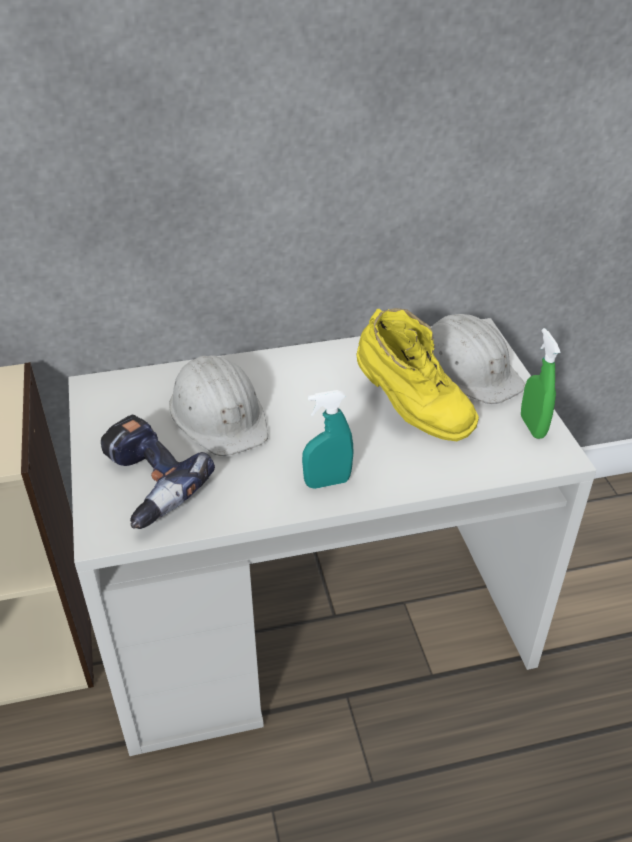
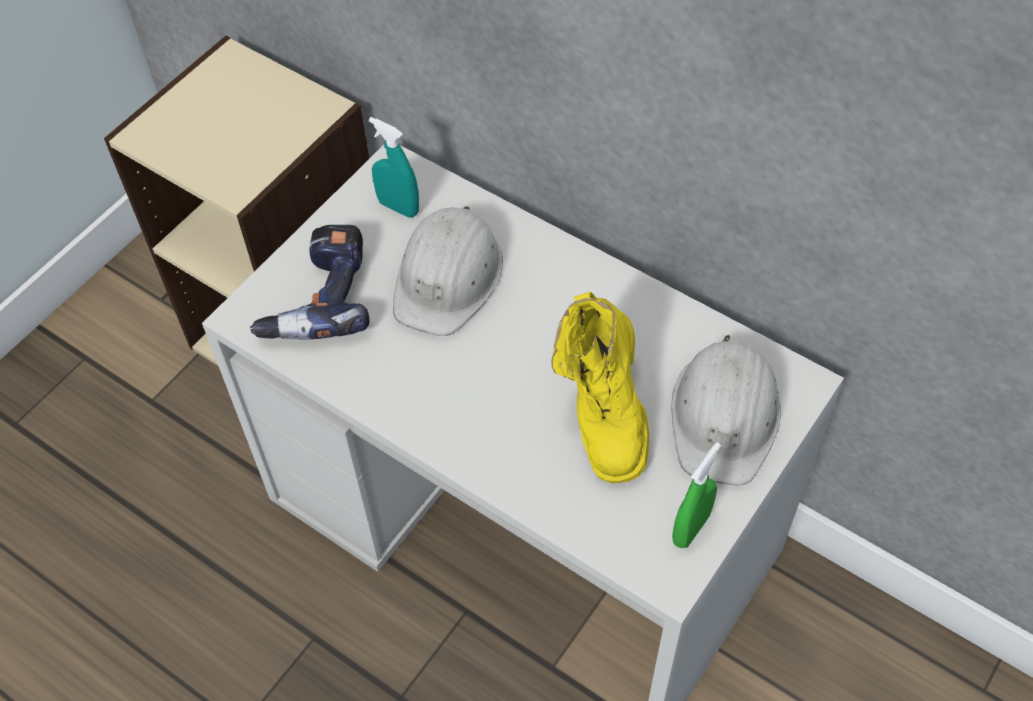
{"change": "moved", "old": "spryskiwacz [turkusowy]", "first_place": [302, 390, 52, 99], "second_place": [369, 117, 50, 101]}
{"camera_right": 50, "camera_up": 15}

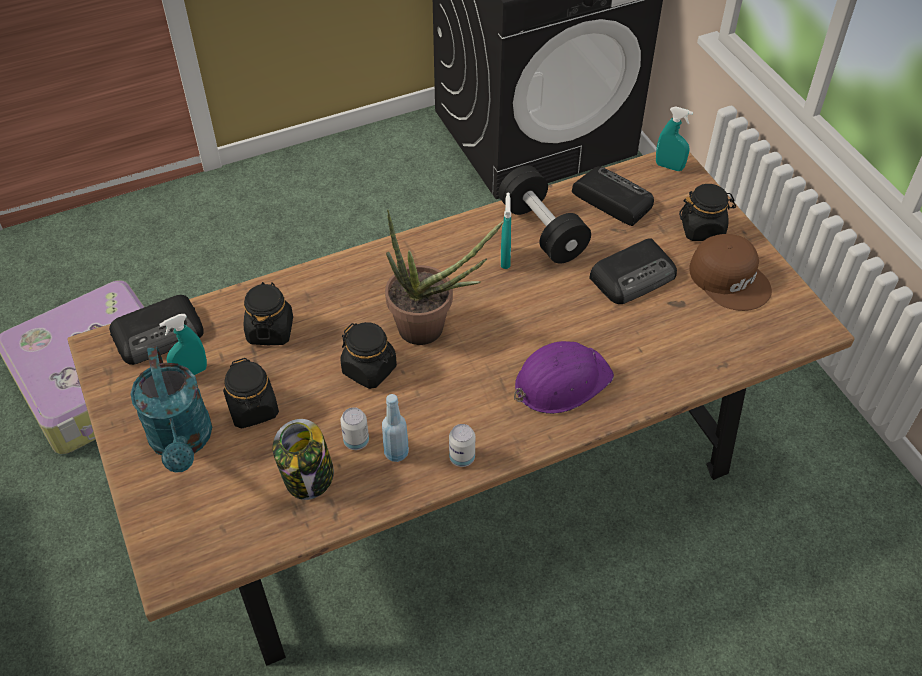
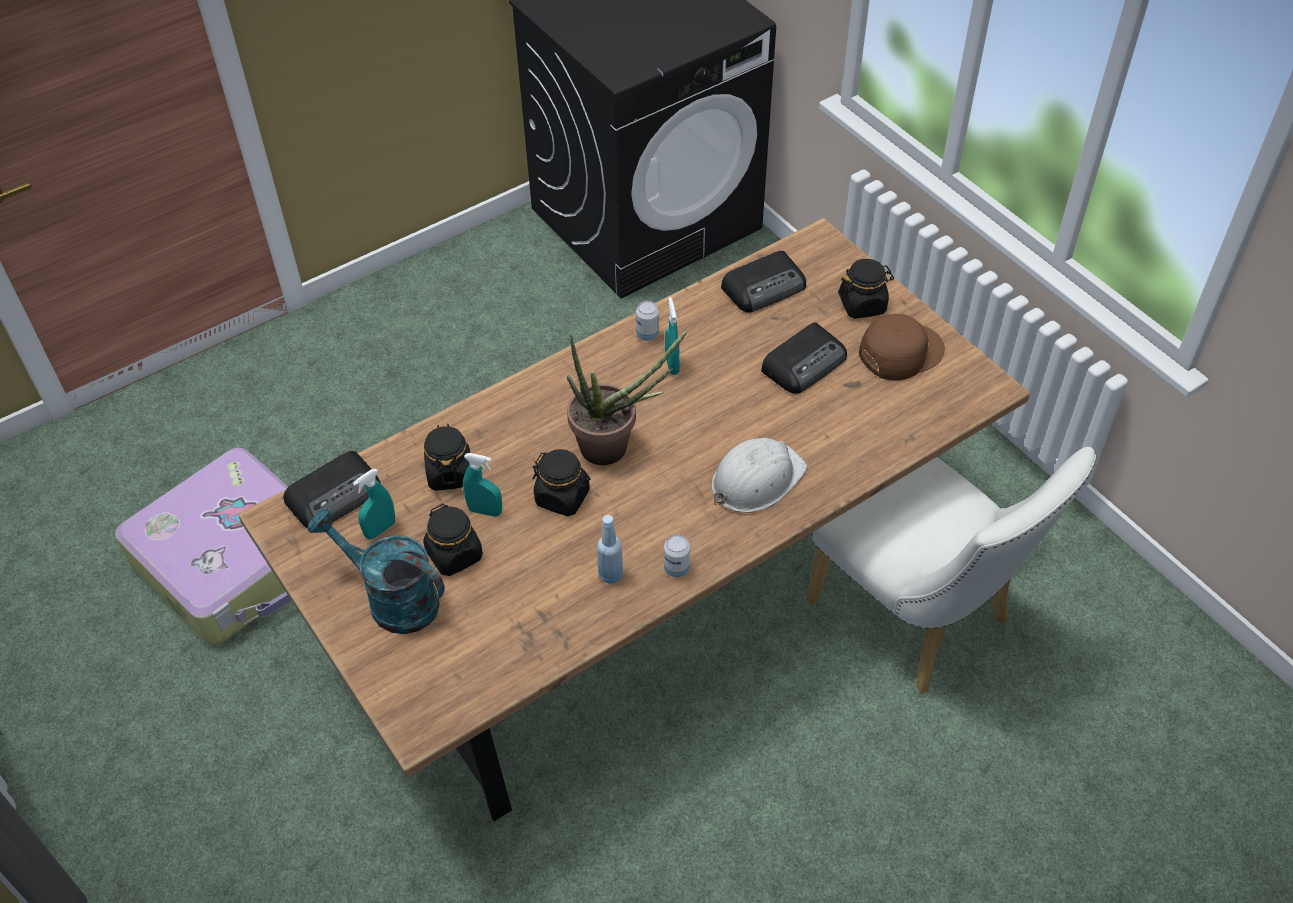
{"change": "turned", "old": "konewka [turkusowy]", "first_place": [131, 346, 81, 127], "second_place": [307, 508, 138, 126], "degrees": 150}
{"change": "removed", "old": "słoik", "first_place": [273, 419, 61, 81]}
{"change": "moved", "old": "puszka", "first_place": [340, 407, 29, 43], "second_place": [636, 301, 23, 40]}
{"change": "removed", "old": "hantel [czarny]", "first_place": [498, 165, 93, 99]}
{"change": "recoloured", "old": "kask [fioletowy]", "new": "kask [biały]", "first_place": [514, 341, 100, 73], "second_place": [712, 438, 95, 75]}
{"change": "turned", "old": "radio", "first_place": [572, 167, 82, 59], "second_place": [721, 251, 85, 62], "degrees": 120}
{"change": "moved", "old": "spryskiwacz [turkusowy]", "first_place": [656, 107, 37, 64], "second_place": [463, 453, 39, 64]}
{"change": "turned", "old": "czapka z daszkiem [brązowy]", "first_place": [689, 234, 83, 77], "second_place": [859, 314, 86, 67], "degrees": -75}
{"change": "added", "new": "krzesło [biały]", "second_place": [807, 447, 289, 247]}
{"camera_right": -10, "camera_up": 0}

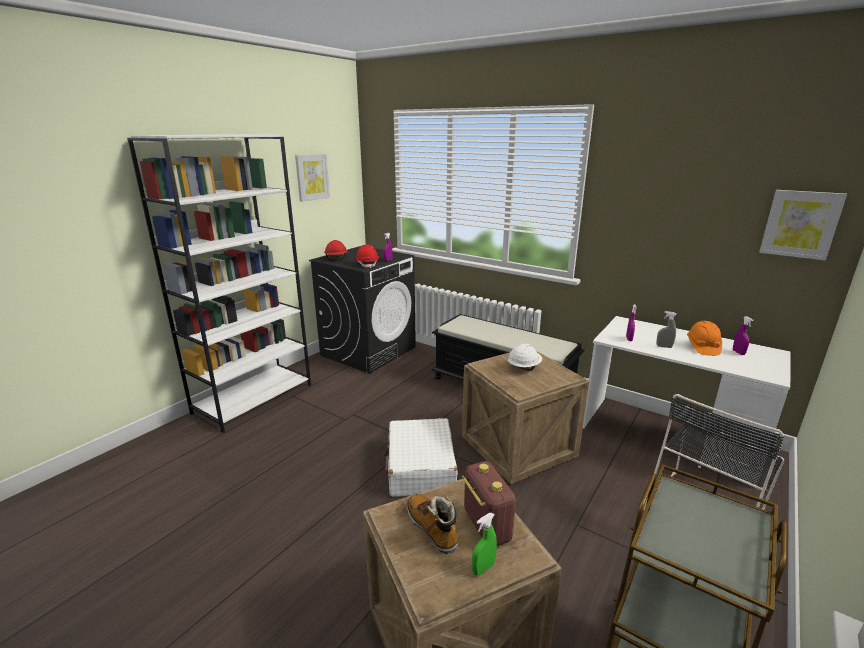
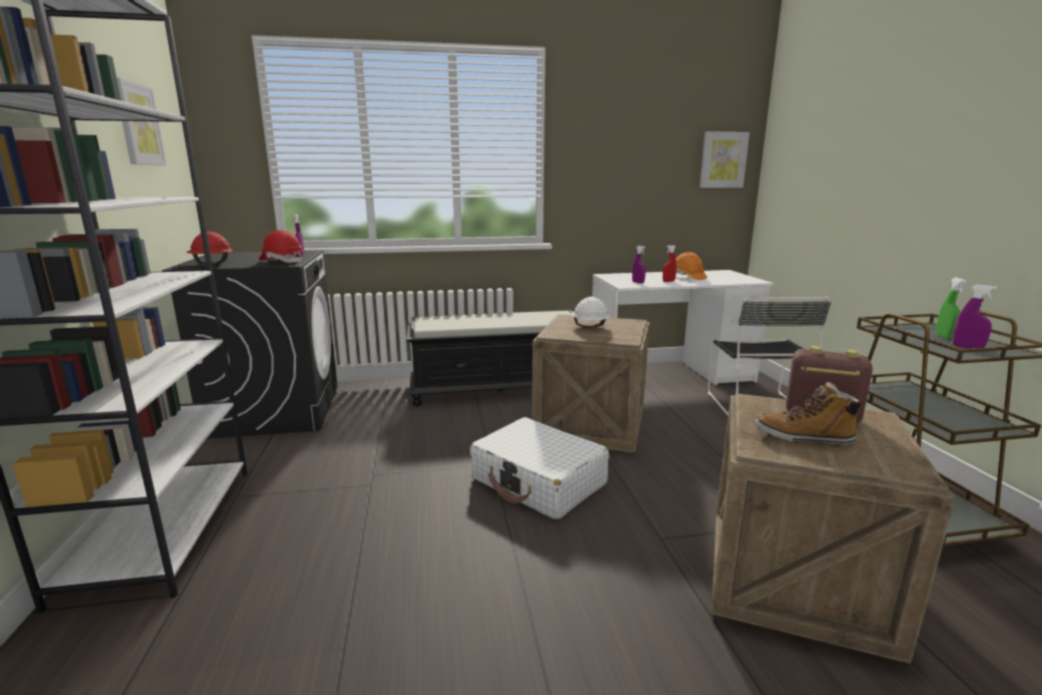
{"change": "moved", "old": "spryskiwacz [zielony]", "first_place": [472, 513, 25, 62], "second_place": [936, 278, 30, 61]}
{"change": "recoloured", "old": "spryskiwacz [szary]", "new": "spryskiwacz [czerwony]", "first_place": [656, 311, 21, 37], "second_place": [663, 245, 13, 37]}
{"change": "moved", "old": "spryskiwacz [fioletowy]", "first_place": [733, 316, 20, 39], "second_place": [952, 285, 45, 64]}
{"camera_right": -45, "camera_up": -5}

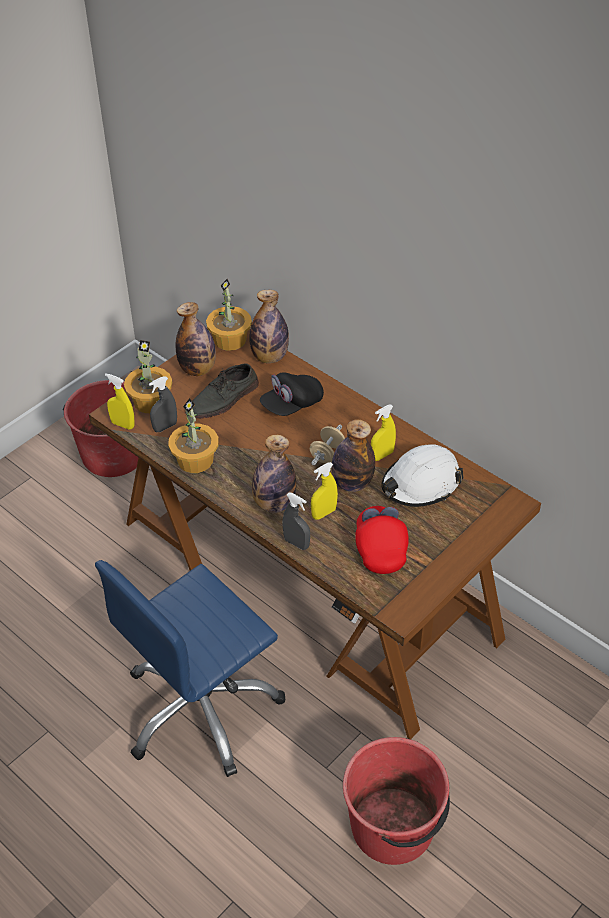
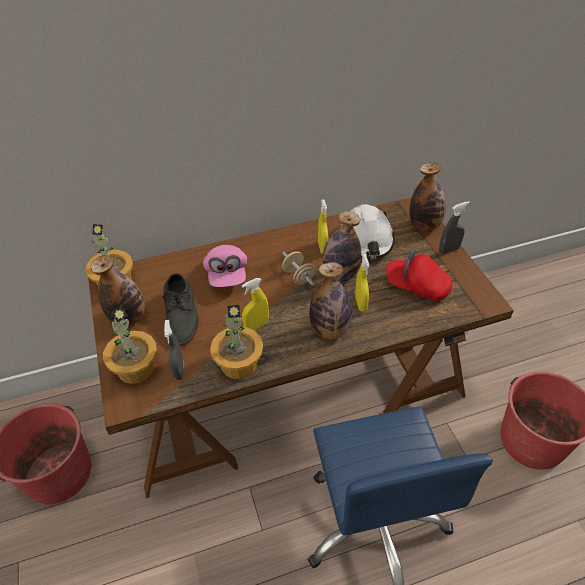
{"change": "moved", "old": "spryskiwacz [żółty]", "first_place": [105, 373, 30, 56], "second_place": [242, 278, 27, 53]}
{"change": "moved", "old": "butelka", "first_place": [249, 290, 40, 73], "second_place": [409, 163, 37, 68]}
{"change": "recoloured", "old": "czapka z daszkiem [czarny]", "new": "czapka z daszkiem [różowy]", "first_place": [260, 372, 64, 44], "second_place": [203, 245, 44, 42]}
{"change": "moved", "old": "spryskiwacz [szary]", "first_place": [282, 493, 28, 57], "second_place": [439, 201, 31, 53]}
{"camera_right": -60, "camera_up": 0}

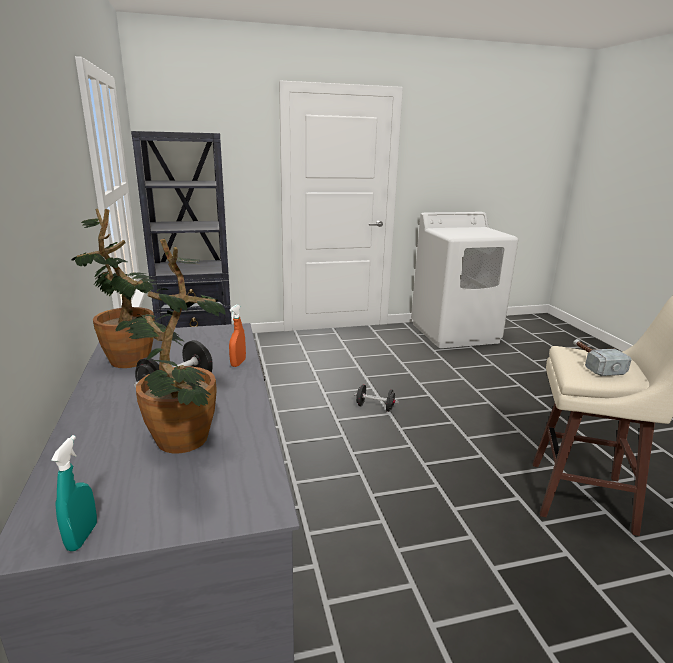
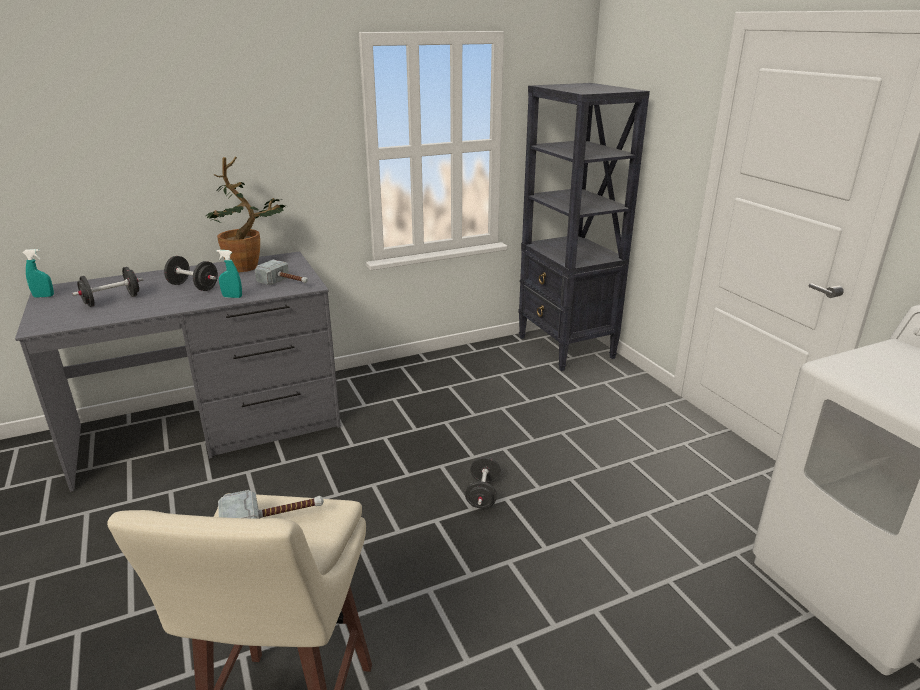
{"change": "replaced", "old": "roślina doniczkowa", "new": "hantel [czarny]", "first_place": [116, 238, 109, 215], "second_place": [72, 267, 71, 40]}
{"change": "recoloured", "old": "spryskiwacz [pomarańczowy]", "new": "spryskiwacz [turkusowy]", "first_place": [229, 304, 17, 63], "second_place": [216, 250, 26, 48]}
{"change": "added", "new": "młotek", "second_place": [255, 260, 53, 25]}
{"camera_right": 80, "camera_up": 5}

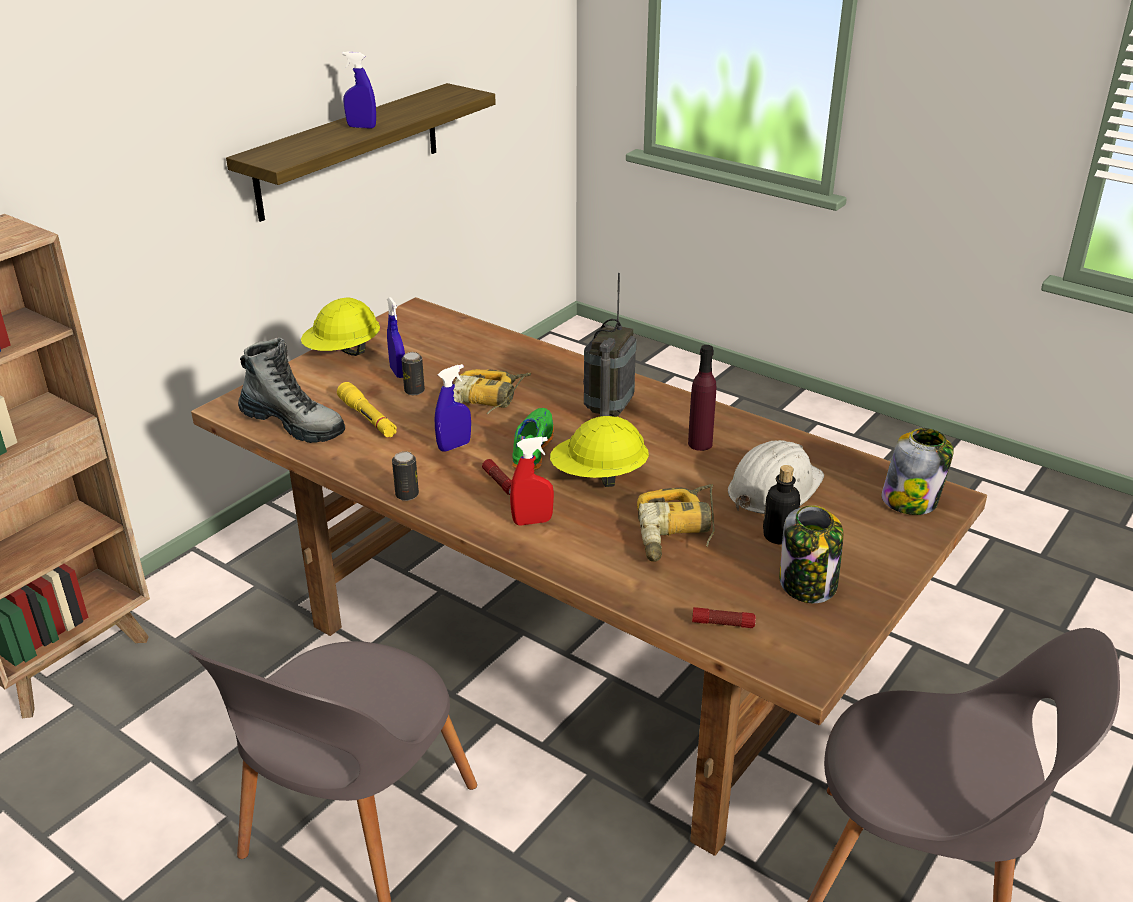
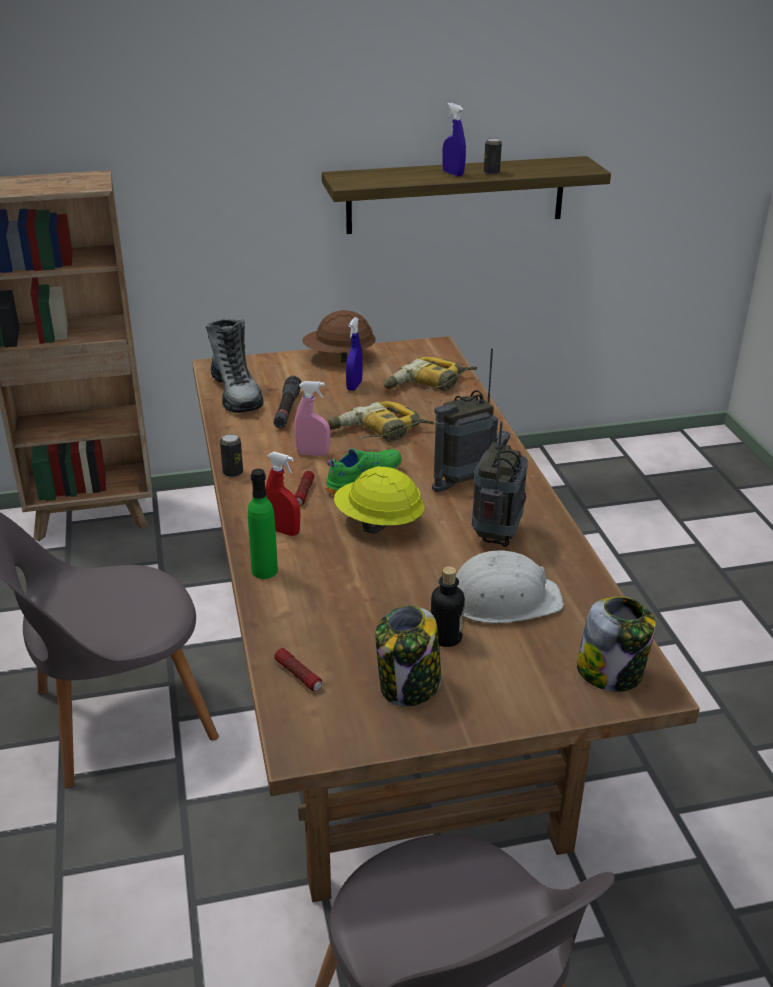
{"change": "recoloured", "old": "kask [żółty]", "new": "kask [brązowy]", "first_place": [301, 297, 79, 59], "second_place": [302, 310, 74, 53]}
{"change": "recoloured", "old": "latarka [żółty]", "new": "latarka [czarny]", "first_place": [337, 382, 60, 55], "second_place": [273, 376, 28, 53]}
{"change": "moved", "old": "puszka", "first_place": [402, 352, 23, 43], "second_place": [484, 138, 18, 37]}
{"change": "recoloured", "old": "spryskiwacz [niebieski]", "new": "spryskiwacz [różowy]", "first_place": [435, 364, 36, 88], "second_place": [294, 381, 36, 75]}
{"change": "moved", "old": "wiertarka", "first_place": [637, 484, 78, 78], "second_place": [384, 357, 93, 35]}
{"change": "replaced", "old": "butelka [fioletowy]", "new": "radio", "first_place": [688, 345, 28, 106], "second_place": [472, 421, 56, 126]}
{"change": "added", "new": "butelka [zielony]", "second_place": [248, 469, 30, 110]}
{"camera_right": 40, "camera_up": 0}

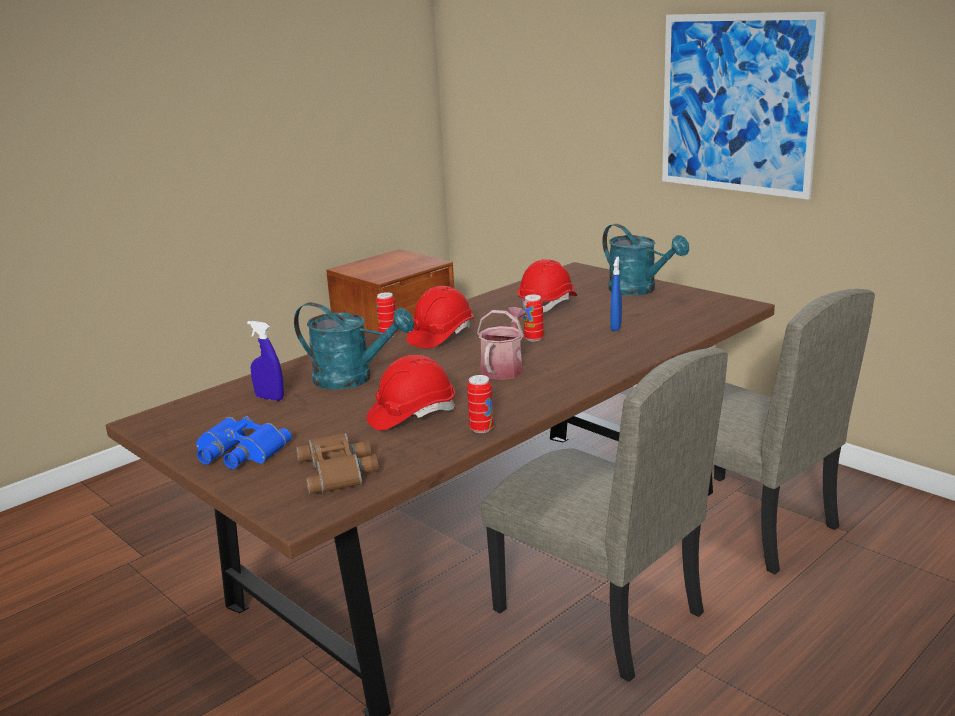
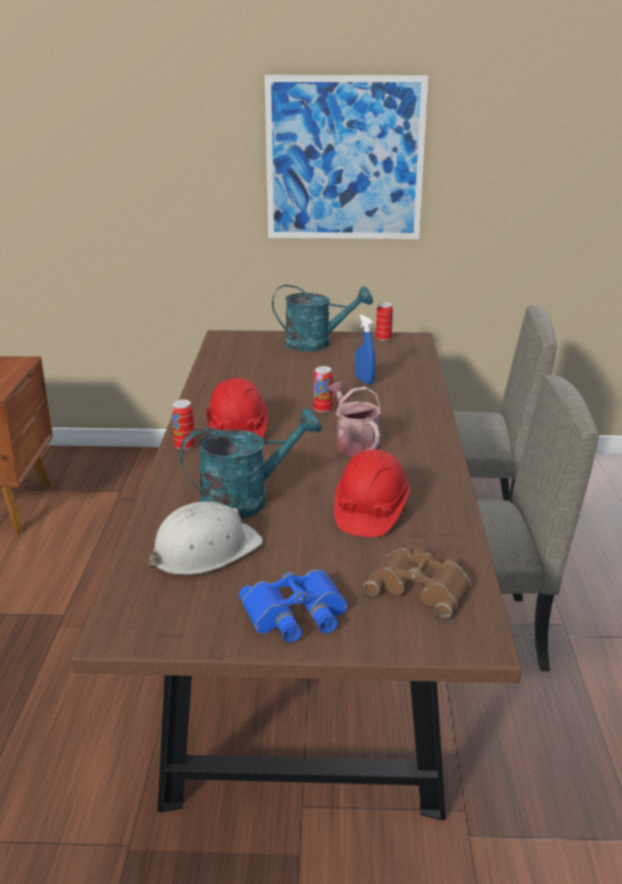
{"change": "replaced", "old": "spryskiwacz [niebieski]", "new": "kask [biały]", "first_place": [247, 321, 37, 80], "second_place": [148, 502, 115, 73]}
{"change": "moved", "old": "puszka", "first_place": [467, 375, 26, 58], "second_place": [376, 302, 17, 39]}
{"change": "removed", "old": "kask [czerwony]", "first_place": [518, 259, 59, 54]}
{"camera_right": -45, "camera_up": 5}

